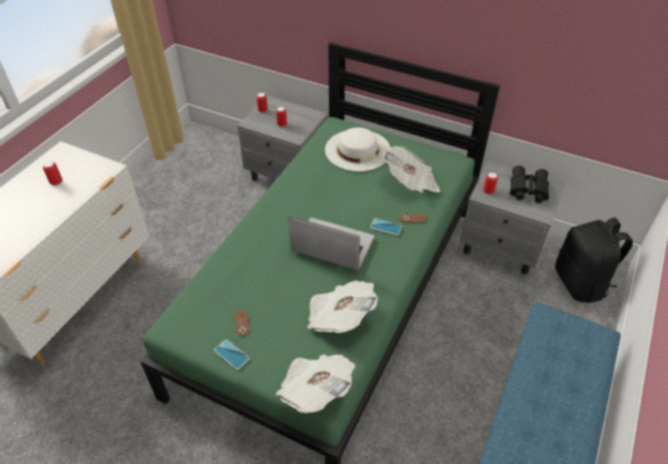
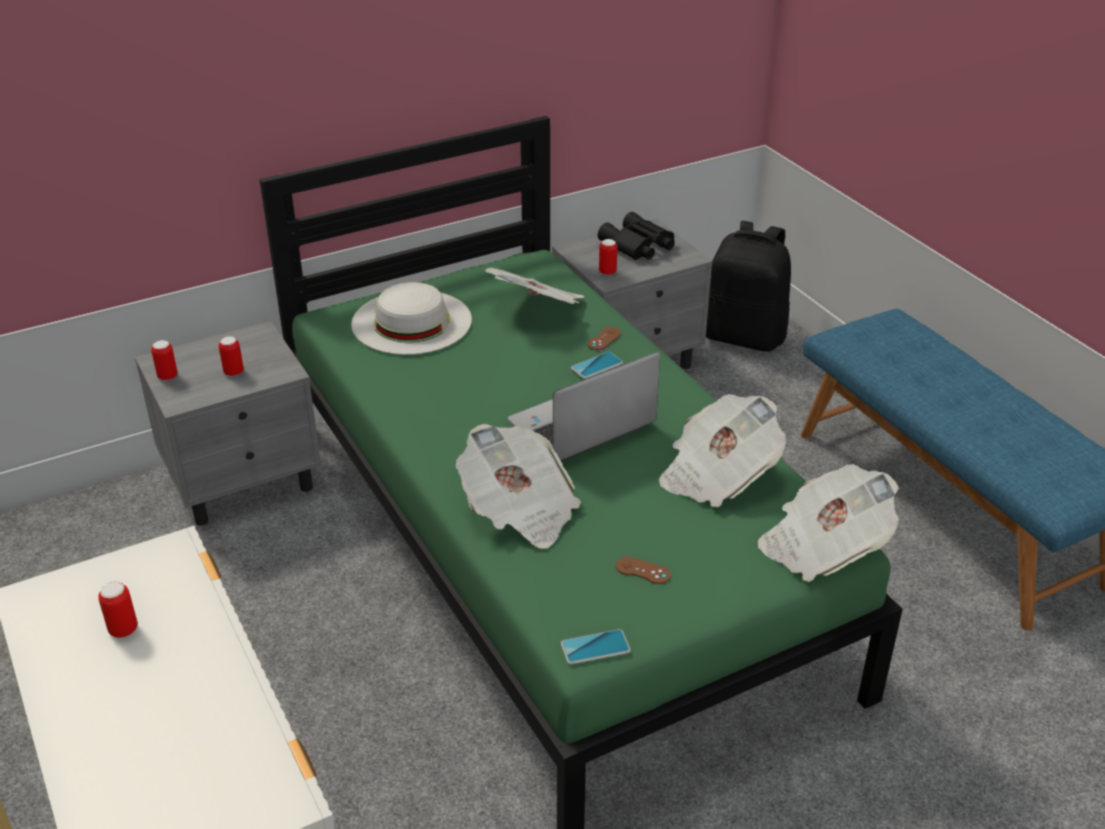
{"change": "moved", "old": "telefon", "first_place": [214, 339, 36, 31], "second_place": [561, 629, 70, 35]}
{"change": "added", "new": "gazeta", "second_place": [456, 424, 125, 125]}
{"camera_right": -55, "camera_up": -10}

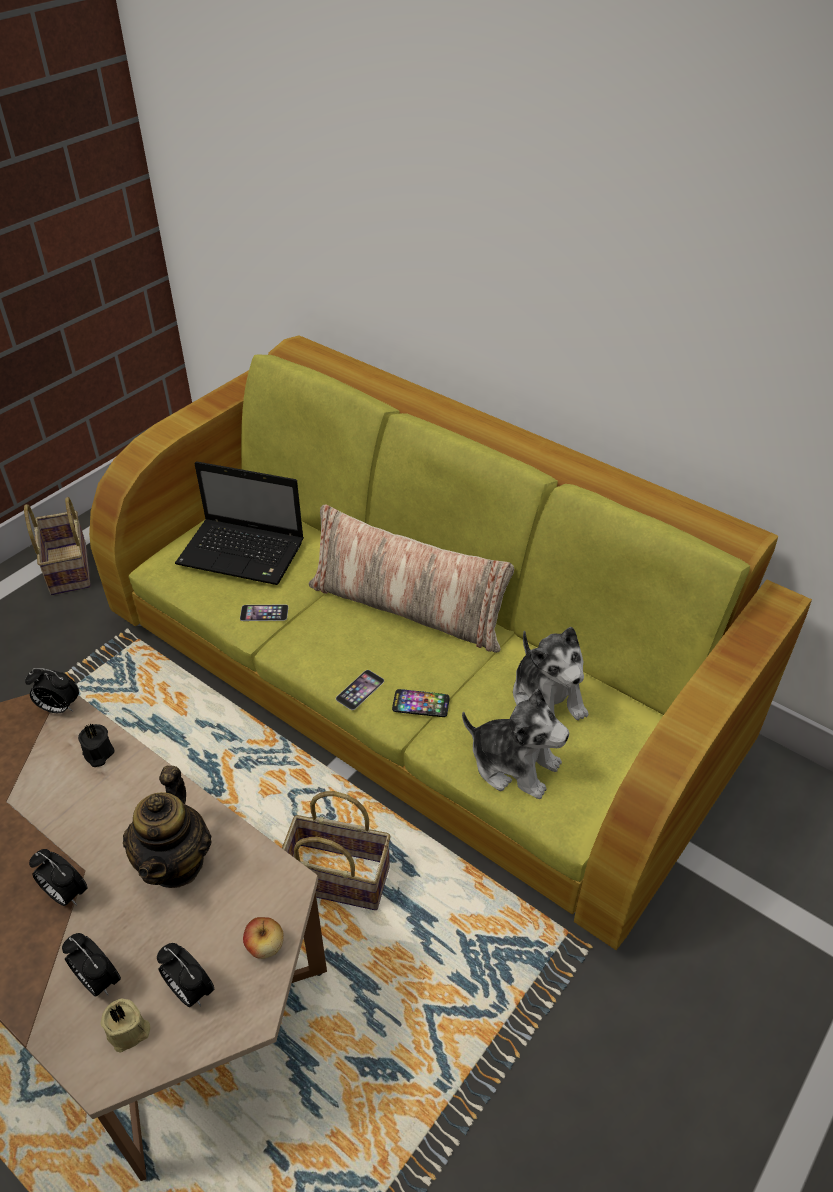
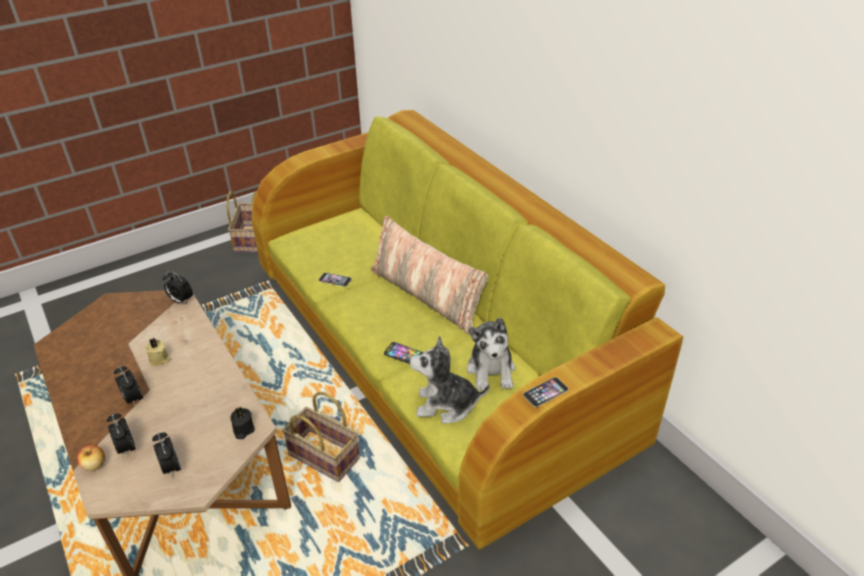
{"change": "moved", "old": "świeca [czarny]", "first_place": [78, 724, 37, 43], "second_place": [230, 407, 24, 32]}
{"change": "moved", "old": "świeca [beżowy]", "first_place": [100, 999, 51, 53], "second_place": [145, 338, 26, 28]}
{"change": "removed", "old": "imbryk", "first_place": [123, 766, 89, 122]}
{"change": "removed", "old": "laptop", "first_place": [175, 461, 129, 124]}
{"change": "moved", "old": "jabłko", "first_place": [243, 917, 41, 42], "second_place": [77, 444, 28, 27]}
{"change": "moved", "old": "telefon", "first_place": [336, 670, 48, 40], "second_place": [523, 377, 46, 30]}
{"change": "turned", "old": "pluszak", "first_place": [462, 689, 107, 110], "second_place": [410, 336, 80, 88], "degrees": 135}
{"camera_right": 20, "camera_up": -5}

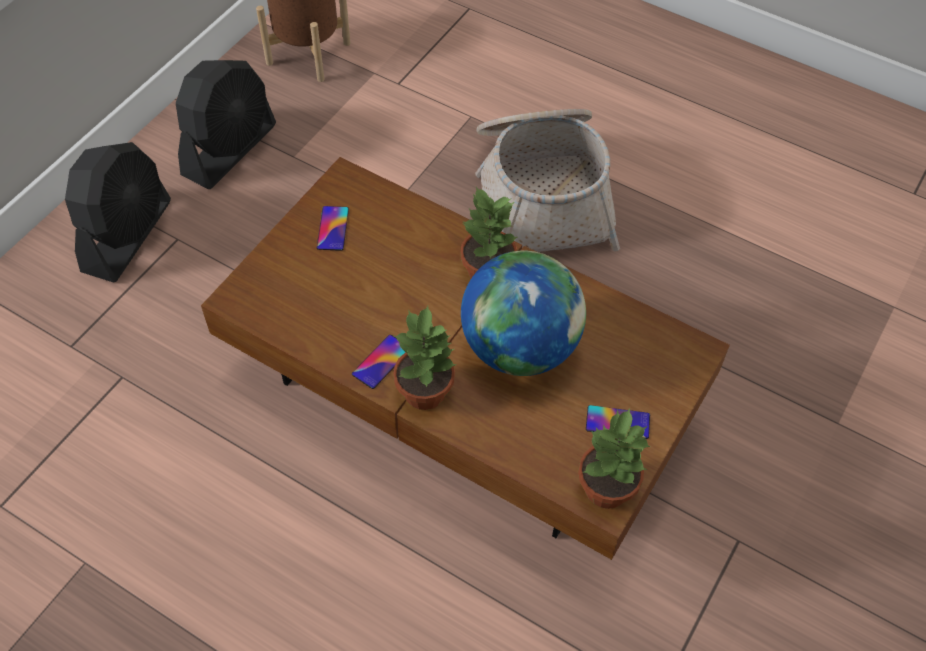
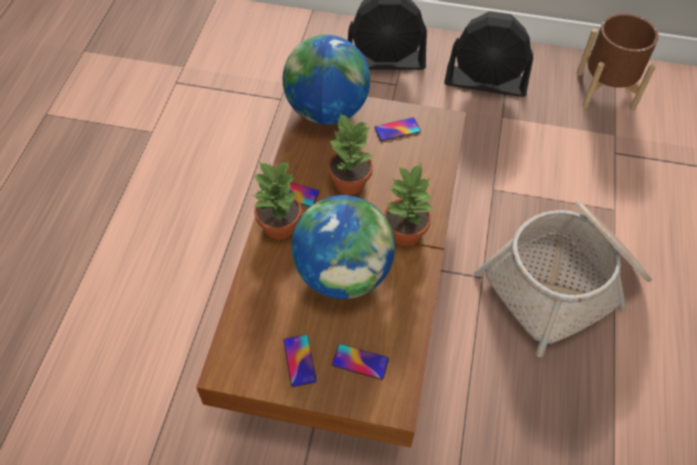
{"change": "moved", "old": "roślina doniczkowa", "first_place": [578, 408, 73, 101], "second_place": [328, 113, 46, 82]}
{"change": "added", "new": "globus", "second_place": [283, 35, 87, 90]}
{"change": "added", "new": "telefon", "second_place": [332, 344, 57, 36]}
{"camera_right": 70, "camera_up": 0}

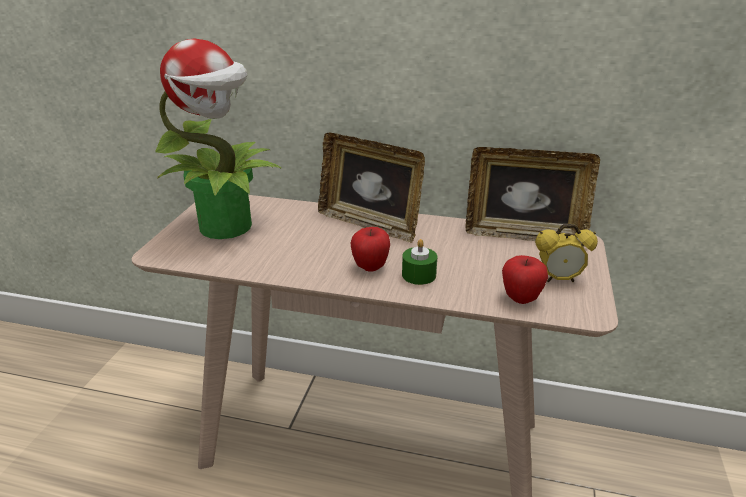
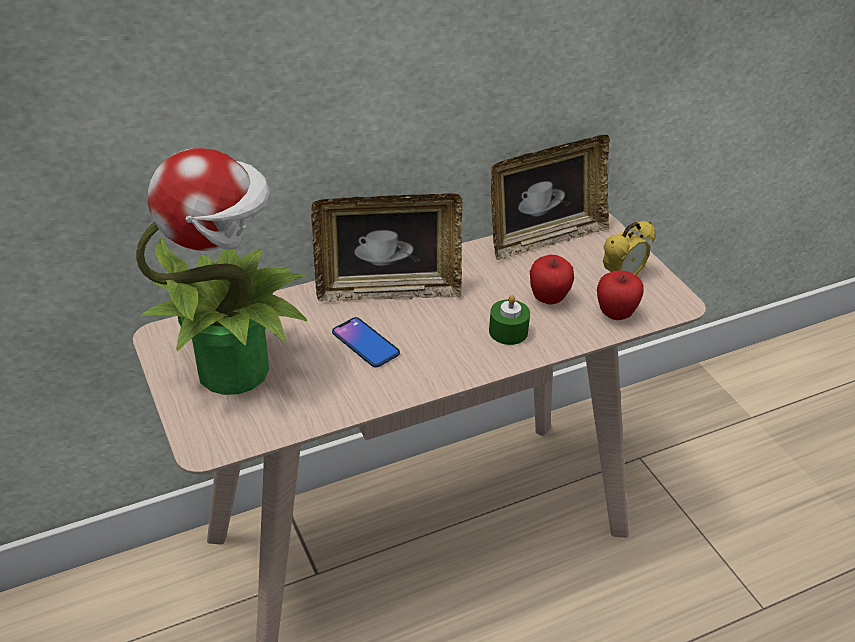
{"change": "moved", "old": "jabłko", "first_place": [351, 227, 39, 45], "second_place": [530, 255, 44, 50]}
{"change": "added", "new": "telefon", "second_place": [332, 317, 68, 51]}
{"camera_right": -40, "camera_up": 10}

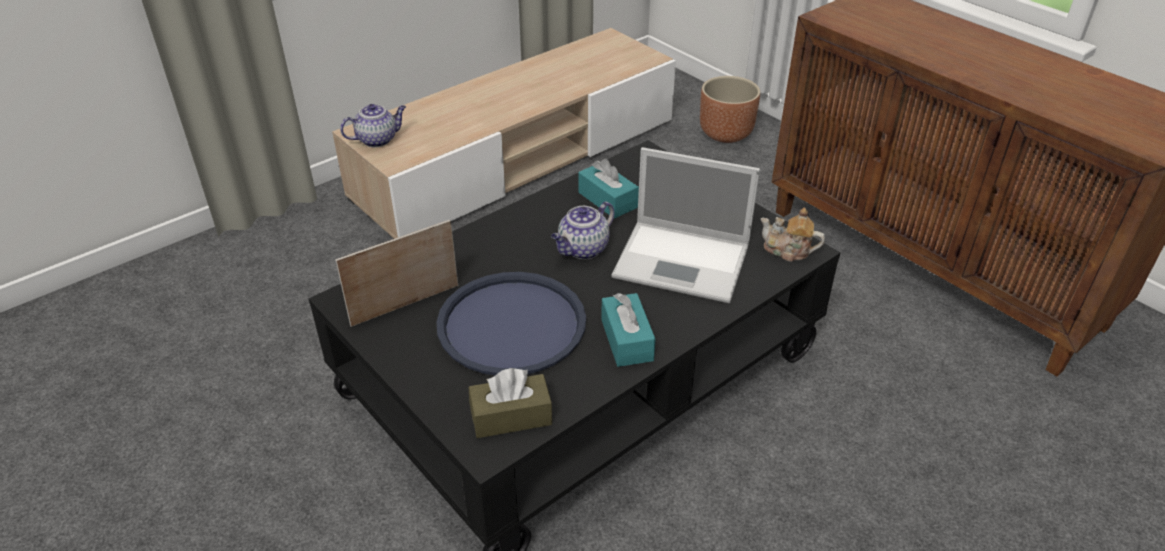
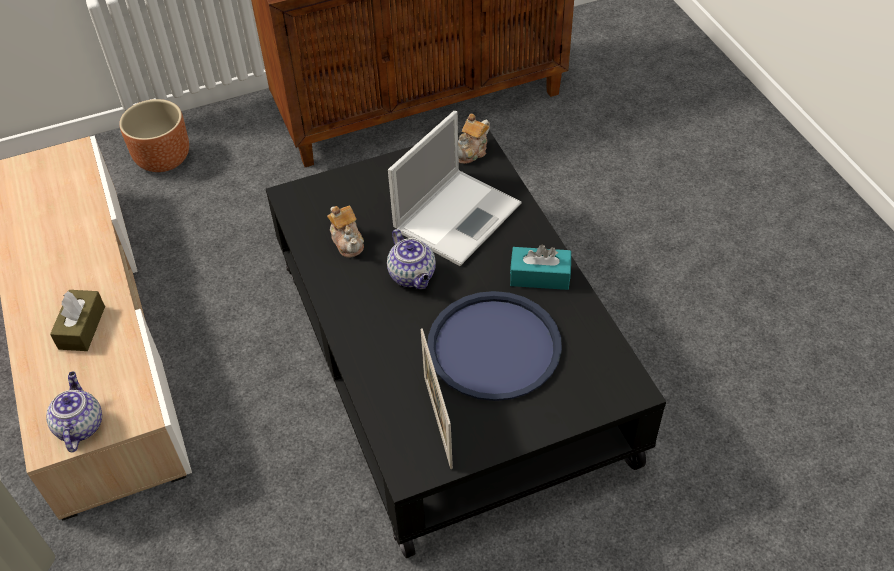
{"change": "moved", "old": "pudełko chusteczek [brązowy]", "first_place": [469, 368, 83, 70], "second_place": [50, 290, 55, 61]}
{"change": "replaced", "old": "pudełko chusteczek [turkusowy]", "new": "imbryk", "first_place": [578, 159, 61, 60], "second_place": [327, 206, 37, 52]}
{"camera_right": -70, "camera_up": 10}

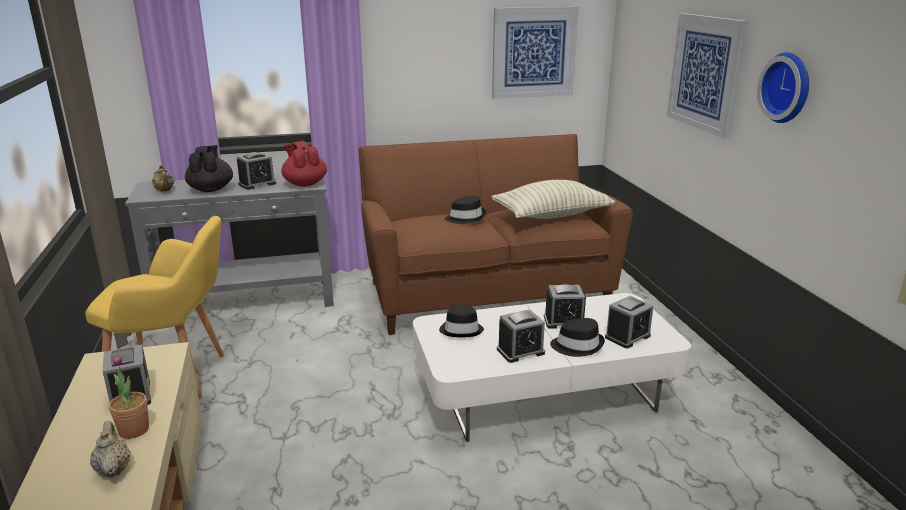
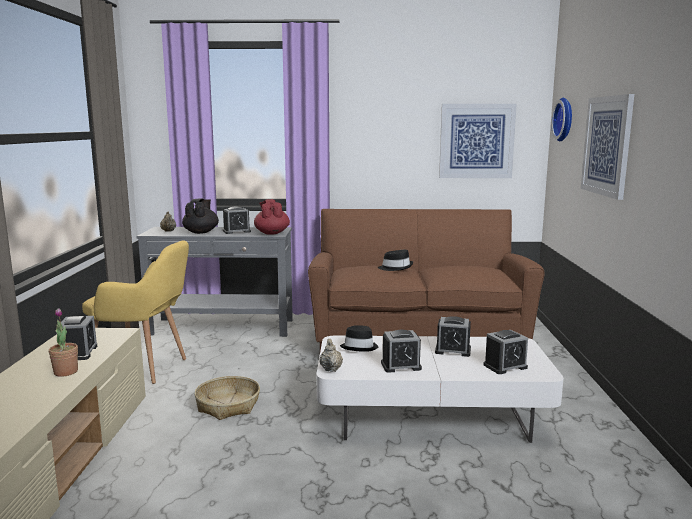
{"change": "moved", "old": "imbryk [beżowy]", "first_place": [90, 421, 40, 57], "second_place": [319, 339, 24, 33]}
{"change": "removed", "old": "poduszka", "first_place": [492, 180, 124, 39]}
{"change": "removed", "old": "kapelusz [czarny]", "first_place": [550, 318, 55, 39]}
{"change": "moved", "old": "zegar ścienny", "first_place": [757, 52, 52, 71], "second_place": [551, 98, 21, 44]}
{"change": "added", "new": "koszyk", "second_place": [194, 376, 66, 44]}
{"camera_right": 15, "camera_up": -10}

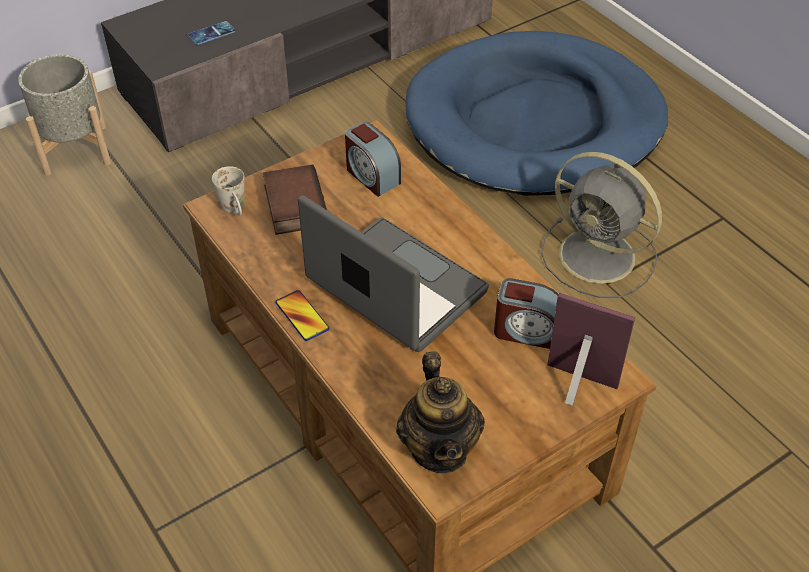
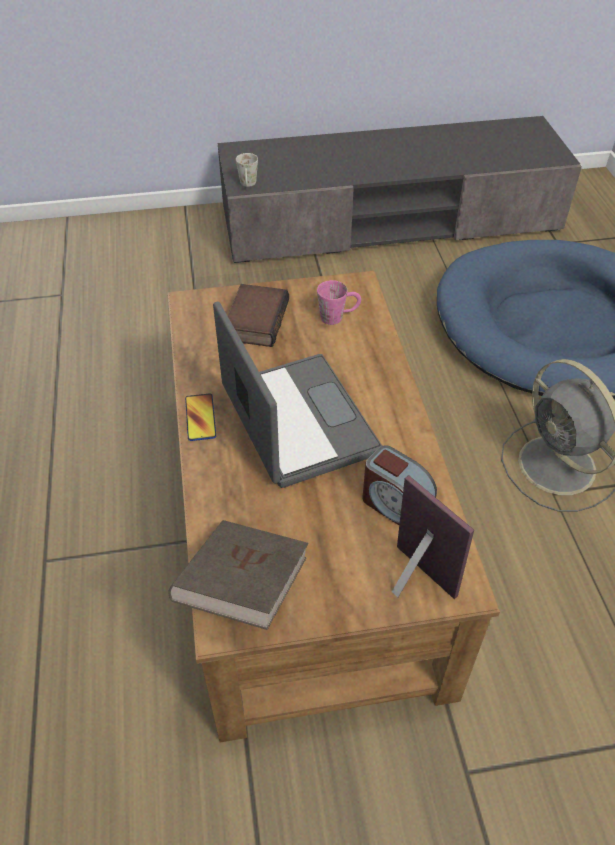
{"change": "removed", "old": "donica [szary]", "first_place": [18, 54, 93, 122]}
{"change": "removed", "old": "telefon", "first_place": [188, 21, 48, 24]}
{"change": "moved", "old": "kubek [biały]", "first_place": [212, 166, 33, 50], "second_place": [236, 153, 22, 34]}
{"change": "replaced", "old": "budzik", "new": "kubek [różowy]", "first_place": [345, 122, 56, 75], "second_place": [317, 280, 44, 45]}
{"change": "replaced", "old": "imbryk", "new": "książka [brązowy]", "first_place": [396, 351, 89, 122], "second_place": [168, 520, 140, 110]}
{"camera_right": 25, "camera_up": 0}

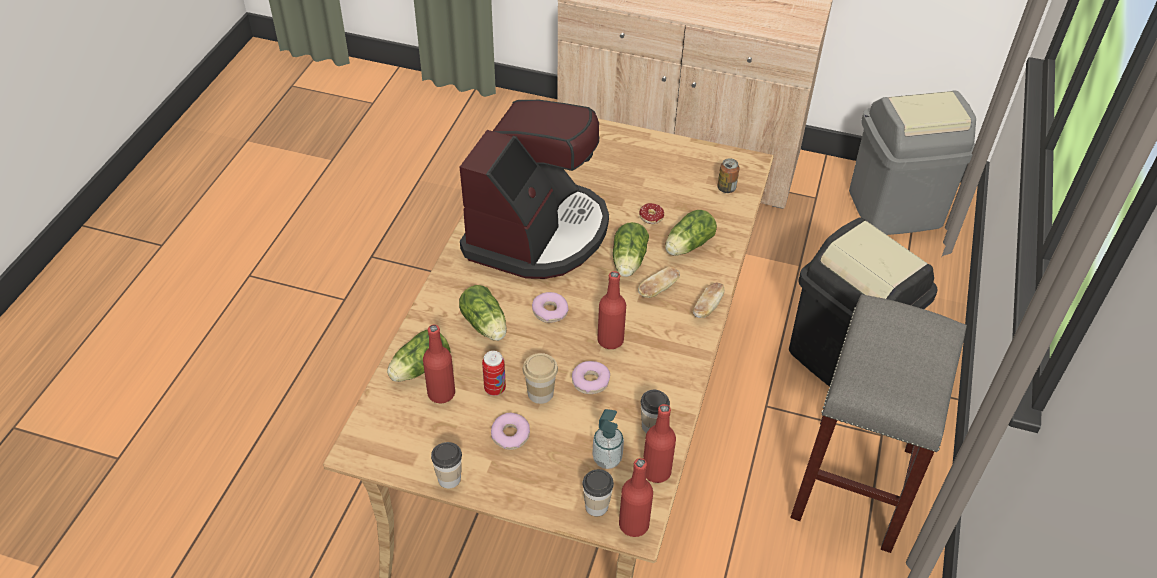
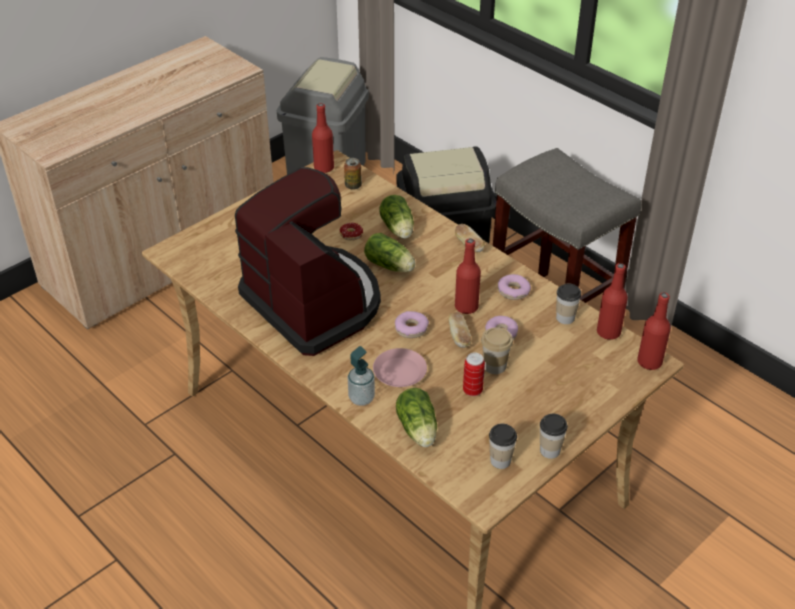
{"change": "moved", "old": "butelka [czerwony]", "first_place": [423, 325, 32, 78], "second_place": [312, 103, 22, 70]}
{"change": "replaced", "old": "sałata", "new": "talerz [różowy]", "first_place": [459, 285, 48, 56], "second_place": [373, 348, 54, 39]}
{"change": "moved", "old": "donut", "first_place": [491, 413, 39, 37], "second_place": [498, 274, 33, 26]}
{"change": "moved", "old": "filiżanka", "first_place": [583, 469, 31, 47], "second_place": [489, 424, 28, 45]}
{"change": "moved", "old": "dozownik mydła", "first_place": [592, 409, 32, 60], "second_place": [348, 346, 27, 60]}
{"change": "moved", "old": "chleb", "first_place": [638, 267, 42, 31], "second_place": [449, 312, 23, 36]}
{"camera_right": -60, "camera_up": -5}

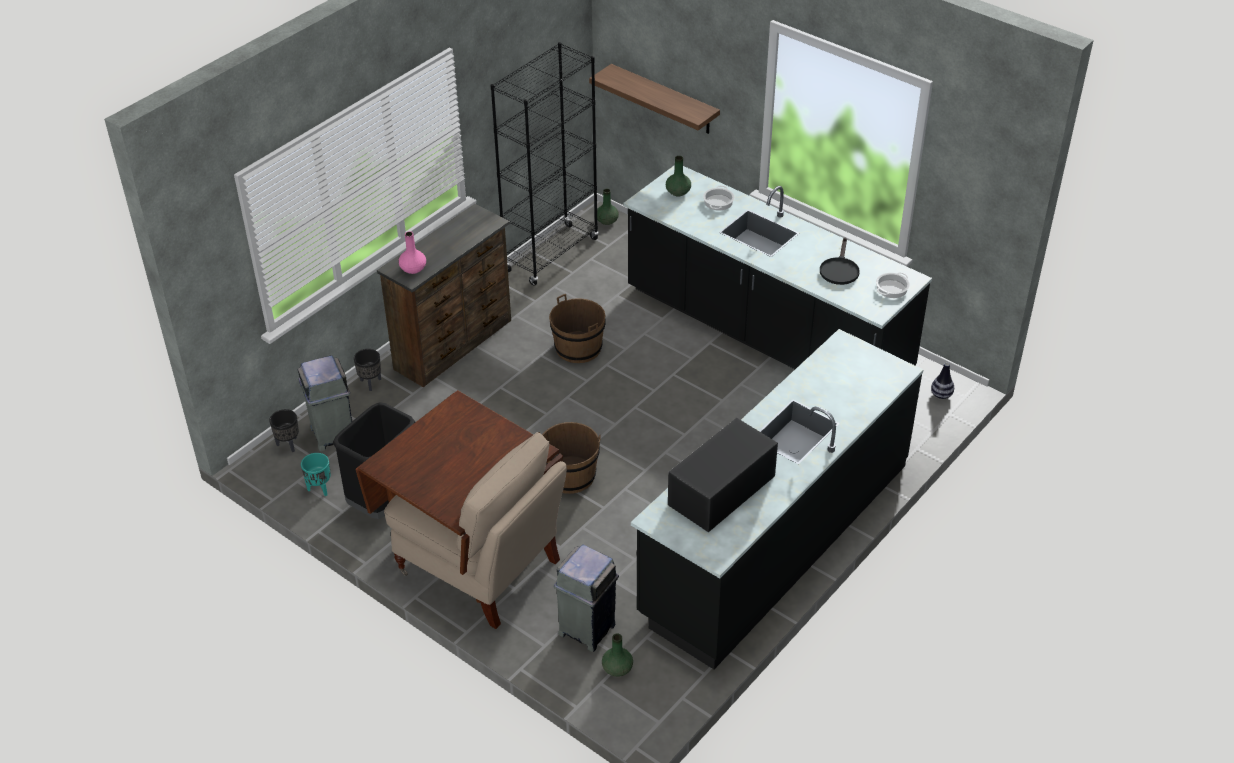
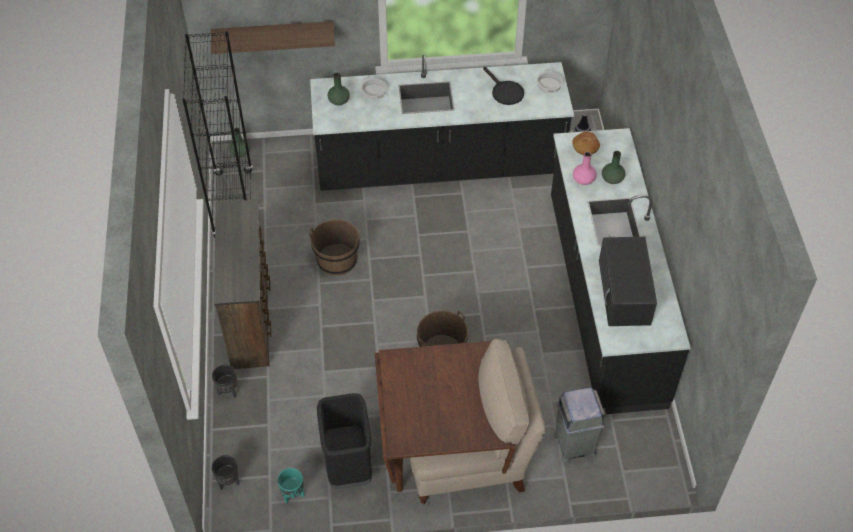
{"change": "removed", "old": "kosz na śmieci [szary]", "first_place": [297, 355, 55, 96]}
{"change": "moved", "old": "wazon [różowy]", "first_place": [399, 231, 27, 43], "second_place": [573, 152, 23, 33]}
{"change": "moved", "old": "wazon [zielony]", "first_place": [602, 633, 31, 44], "second_place": [602, 151, 23, 33]}
{"change": "added", "new": "chleb", "second_place": [572, 131, 28, 24]}
{"camera_right": -45, "camera_up": 10}

